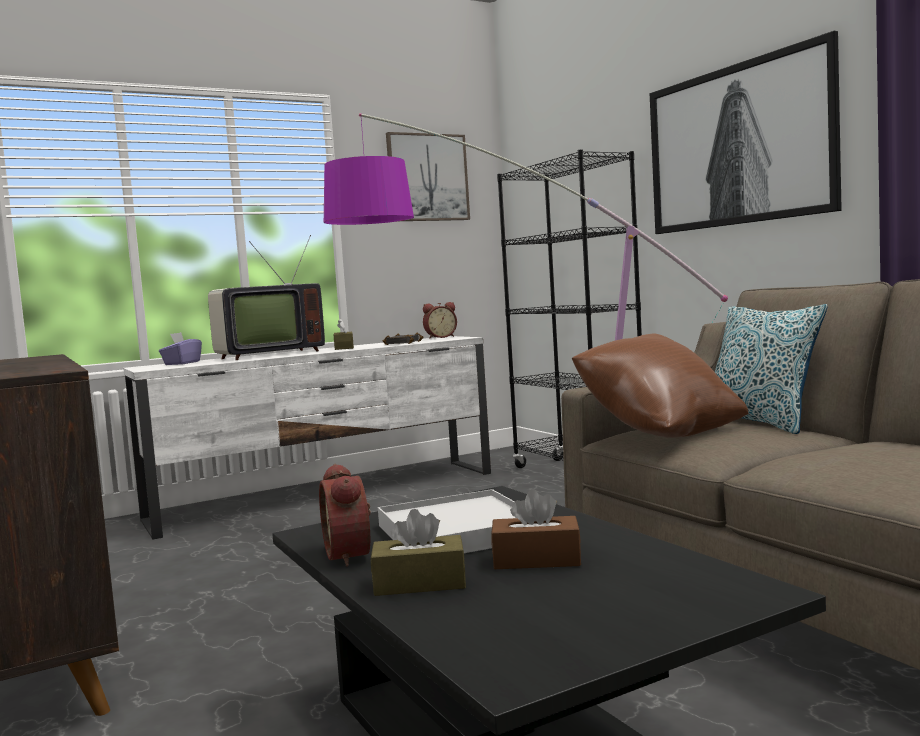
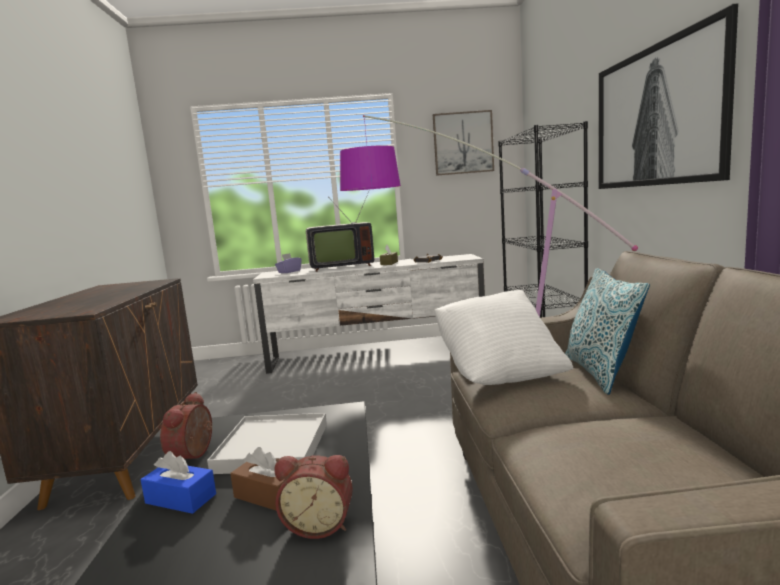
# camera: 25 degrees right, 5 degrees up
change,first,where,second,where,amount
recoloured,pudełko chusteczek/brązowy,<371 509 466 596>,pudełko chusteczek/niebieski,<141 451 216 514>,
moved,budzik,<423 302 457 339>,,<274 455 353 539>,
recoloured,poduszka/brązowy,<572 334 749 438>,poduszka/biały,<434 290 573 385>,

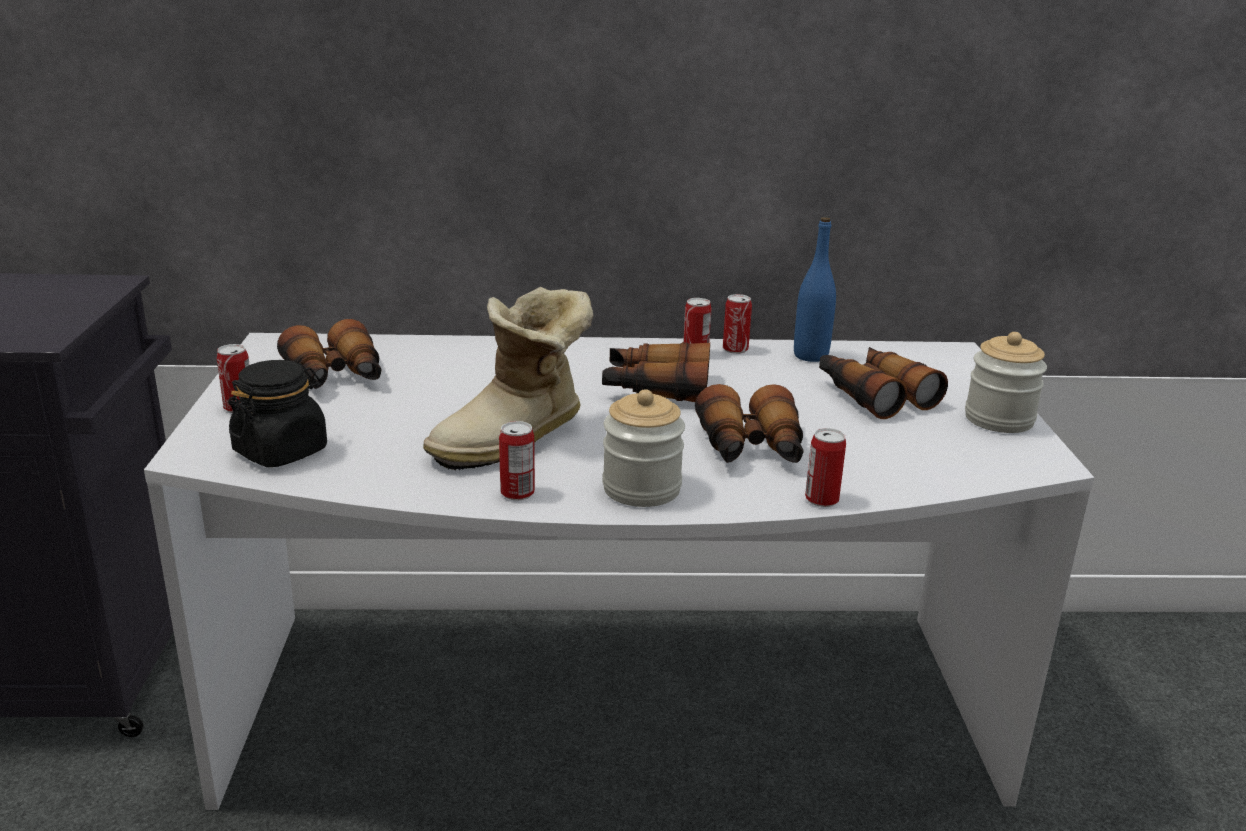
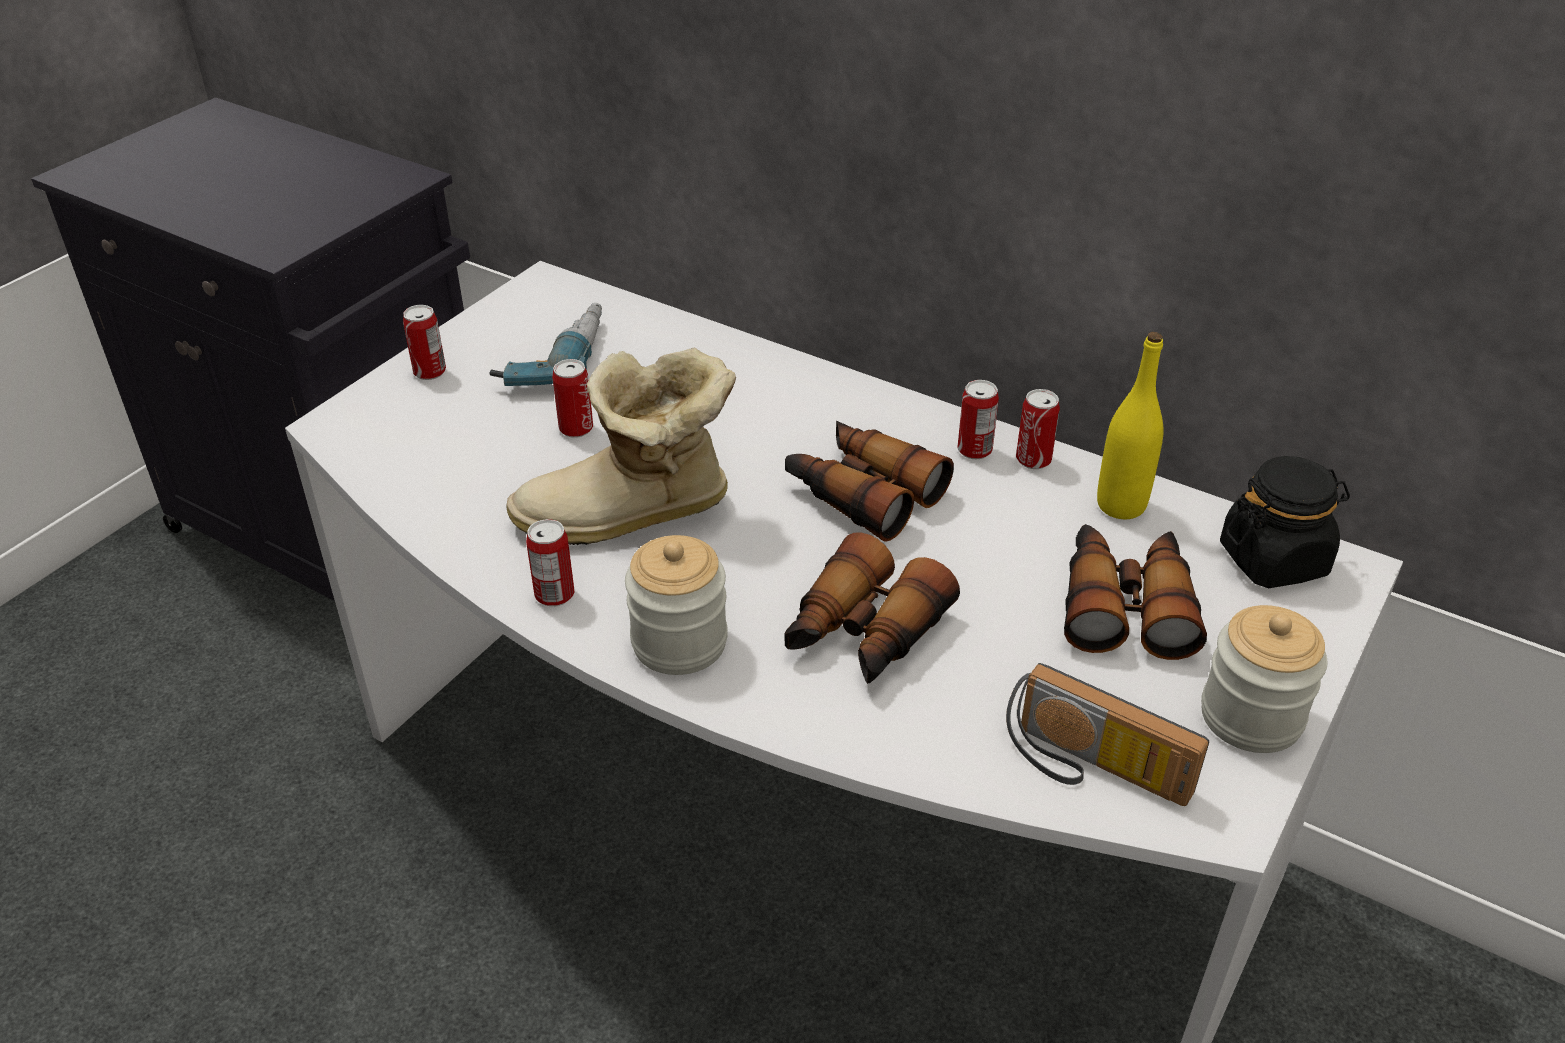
# camera: 35 degrees right, 15 degrees up
change,first,where,second,where,amount
replaced,lornetka,<277 319 382 389>,wiertarka,<490 303 602 386>,
moved,puszka,<805 428 846 507>,,<552 359 593 438>,
added,,,radio,<1006 663 1209 806>,
recoloured,butelka/niebieski,<794 217 836 362>,butelka/żółty,<1097 332 1163 519>,
moved,słoik/czarny,<228 360 327 467>,,<1220 456 1350 588>,

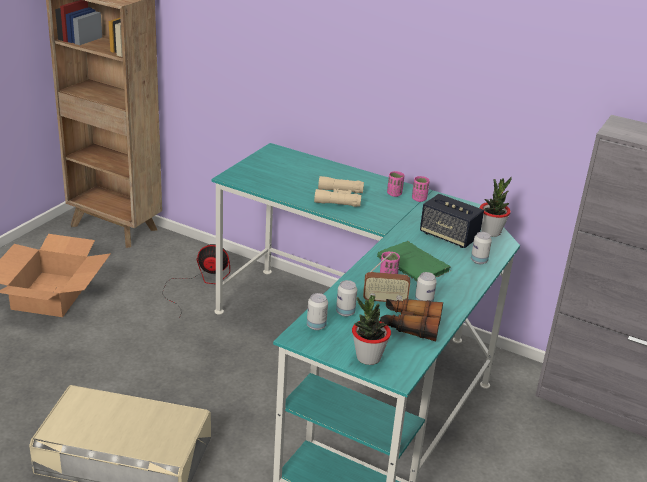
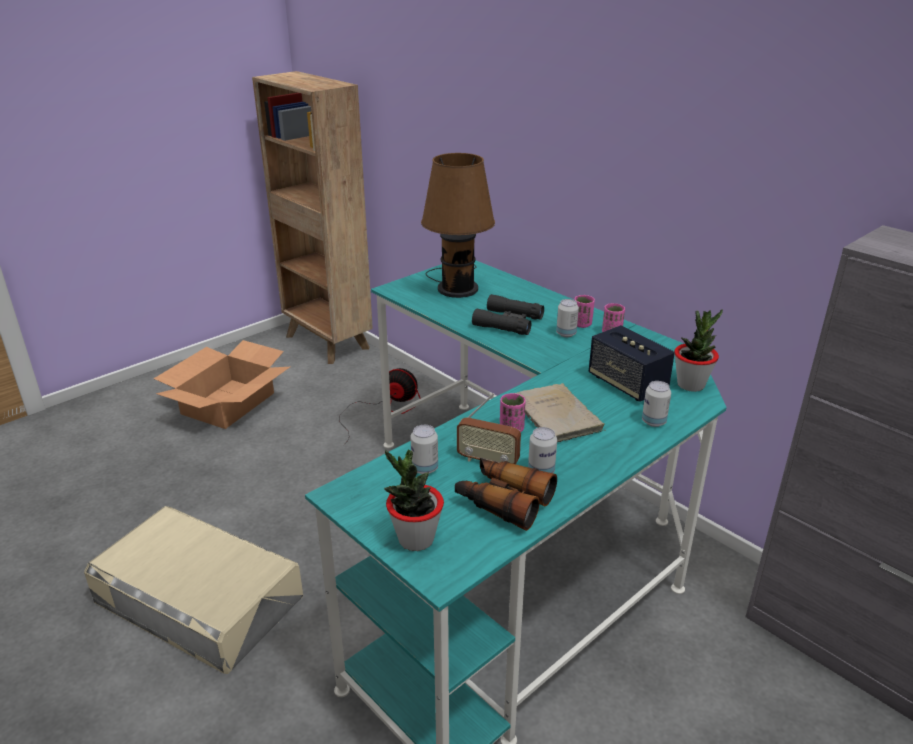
# camera: 20 degrees right, 0 degrees up
change,first,where,second,where,amount
added,,,lampa stołowa/brązowy,<421 153 495 298>,
recoloured,lornetka/beżowy,<314 176 364 207>,lornetka/czarny,<472 294 544 335>,
recoloured,książka/zielony,<377 241 451 281>,książka/beżowy,<516 383 605 442>,
moved,puszka,<307 293 328 330>,,<556 299 579 337>,

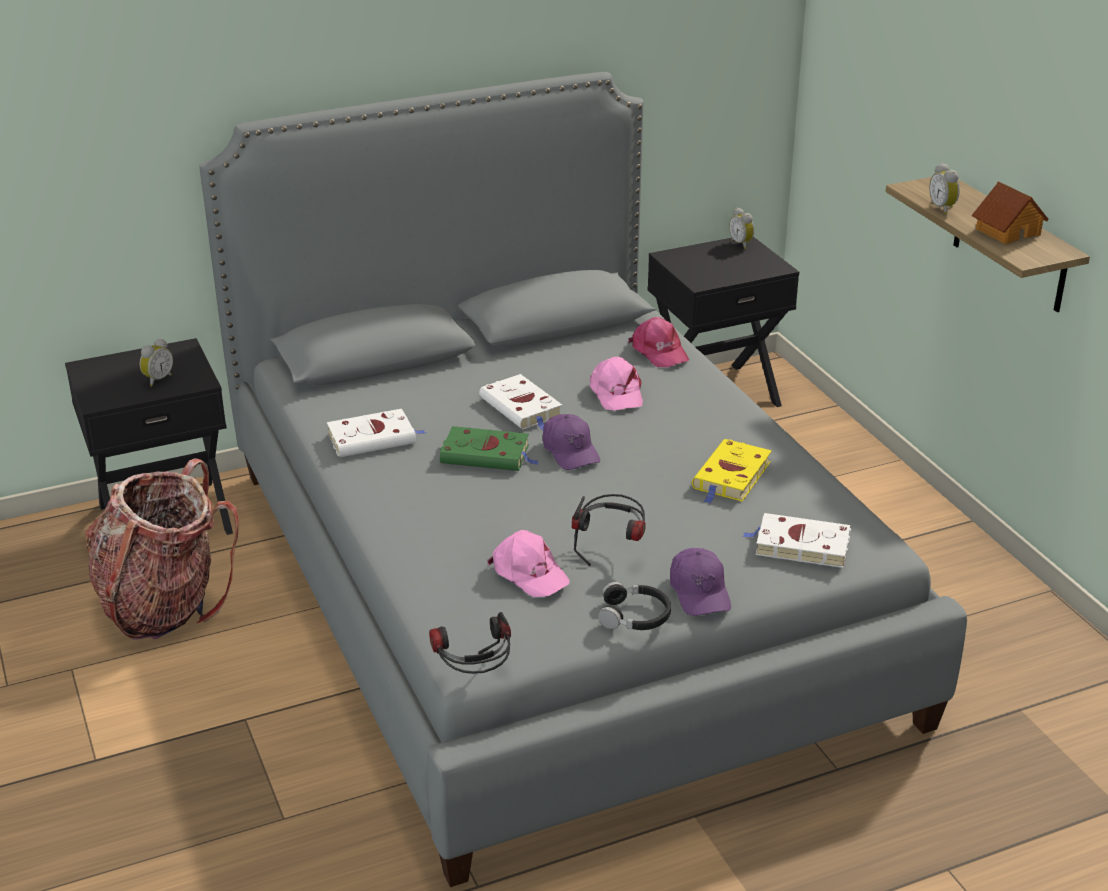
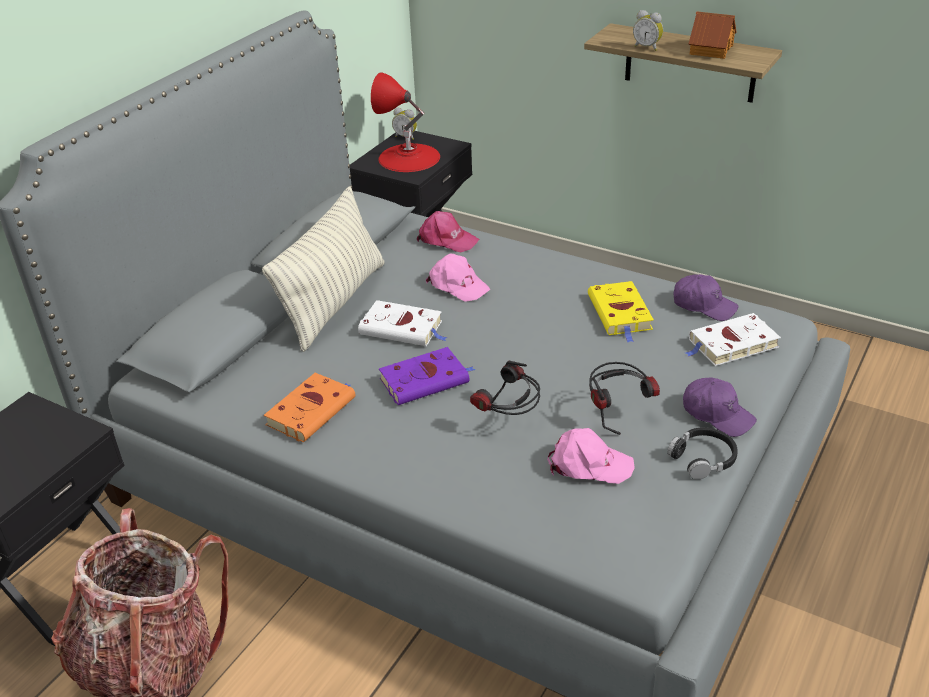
# camera: 35 degrees left, 5 degrees up
change,first,where,second,where,amount
added,,,poduszka,<262 186 385 352>,
recoloured,książka/biały,<327 409 426 458>,książka/pomarańczowy,<264 373 356 442>,
added,,,lampa stołowa/czerwony,<371 72 440 172>,
recoloured,książka/zielony,<440 426 539 471>,książka/fioletowy,<379 347 476 405>,
moved,słuchawki,<429 612 511 674>,,<470 361 540 415>,
moved,czapka z daszkiem/fioletowy,<543 414 600 470>,,<673 274 739 321>,
removed,budzik,<140 338 173 386>,,,

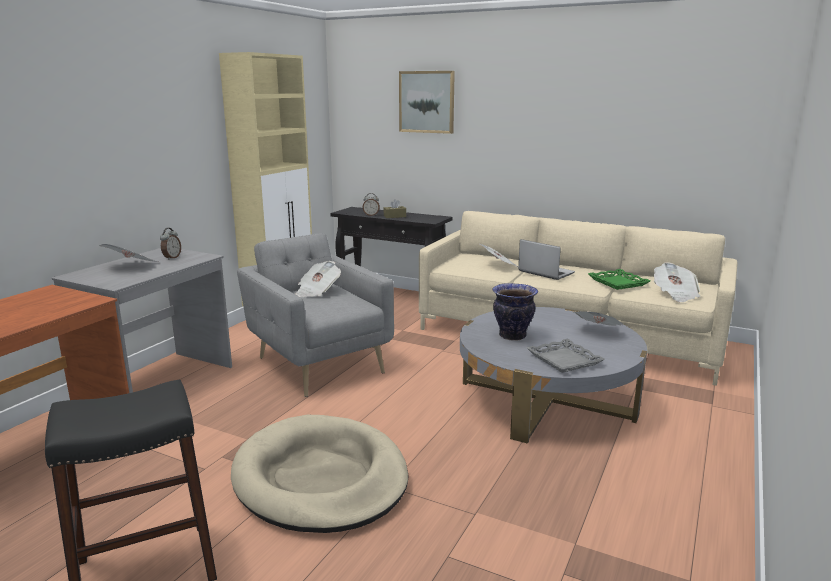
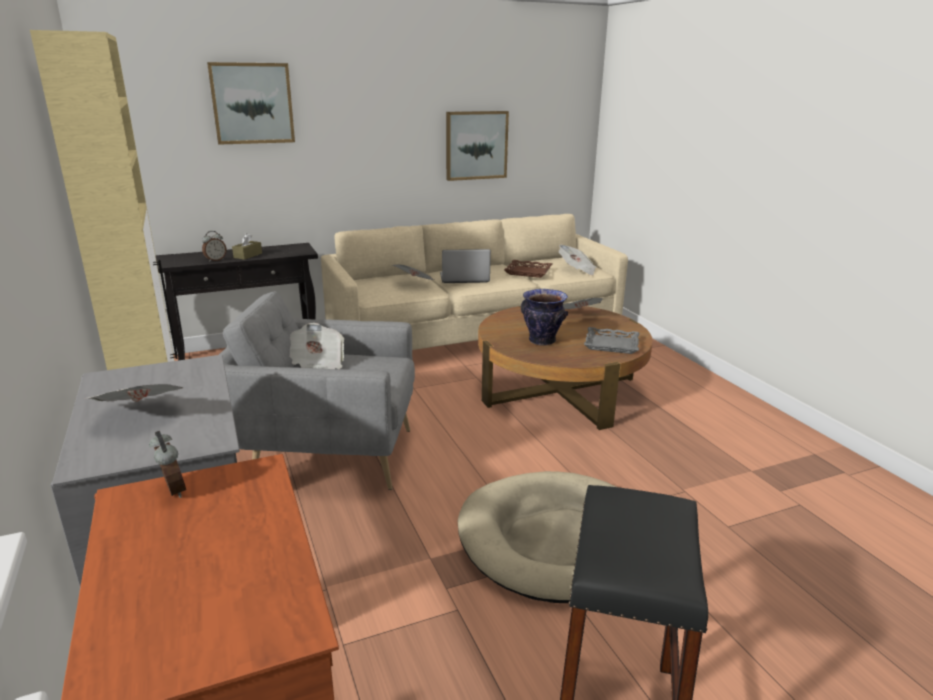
# camera: 50 degrees left, 5 degrees up
change,first,where,second,where,amount
moved,budzik,<160 228 181 260>,,<149 431 186 498>,
added,,,obraz,<446 111 509 181>,
recoloured,ława/szary,<460 307 647 444>,ława/brązowy,<478 306 653 430>,
recoloured,taca/zielony,<588 269 650 290>,taca/brązowy,<504 260 552 278>,

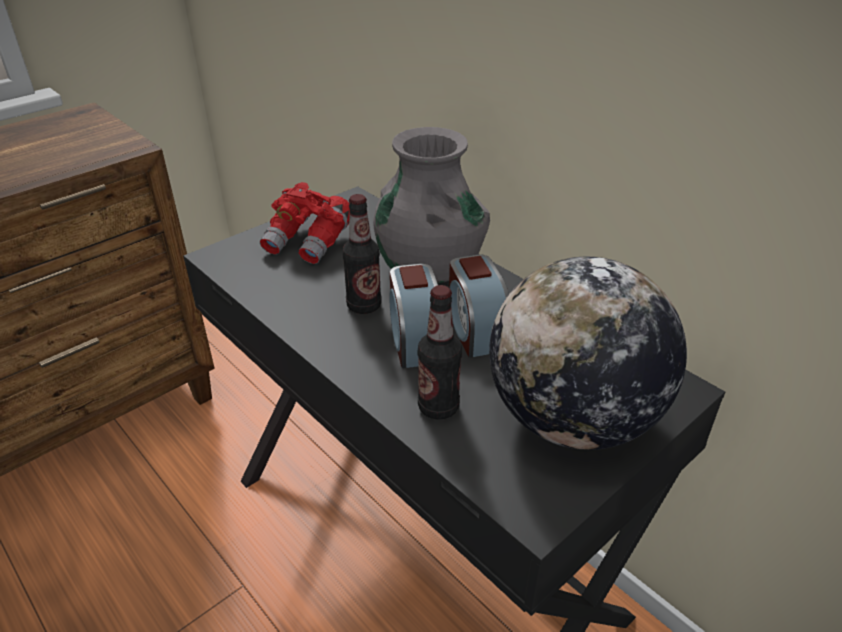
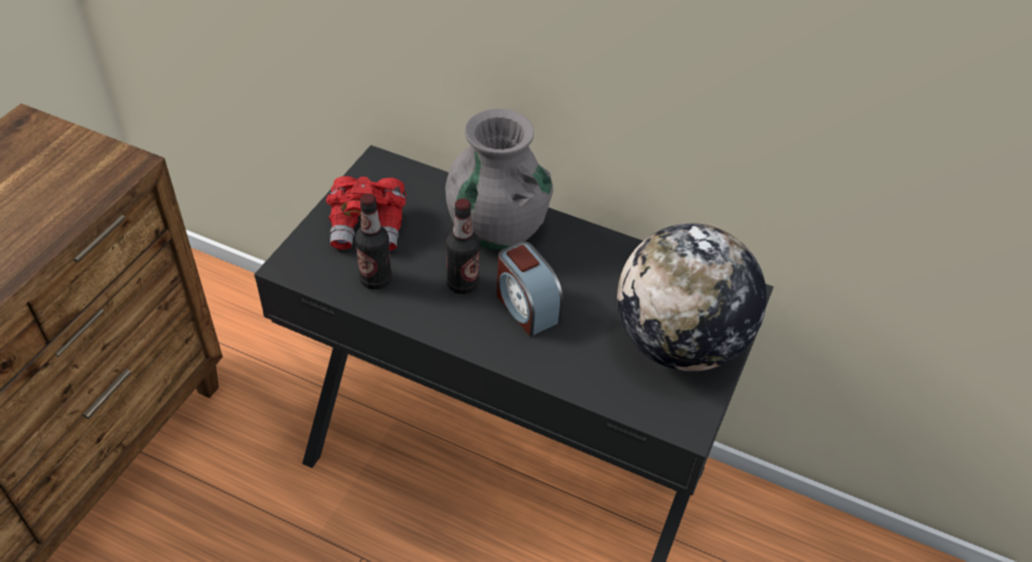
# camera: 25 degrees left, 10 degrees up
change,first,where,second,where,amount
moved,butelka,<418 285 462 420>,,<355 193 392 290>,
removed,budzik,<449 255 509 358>,,,

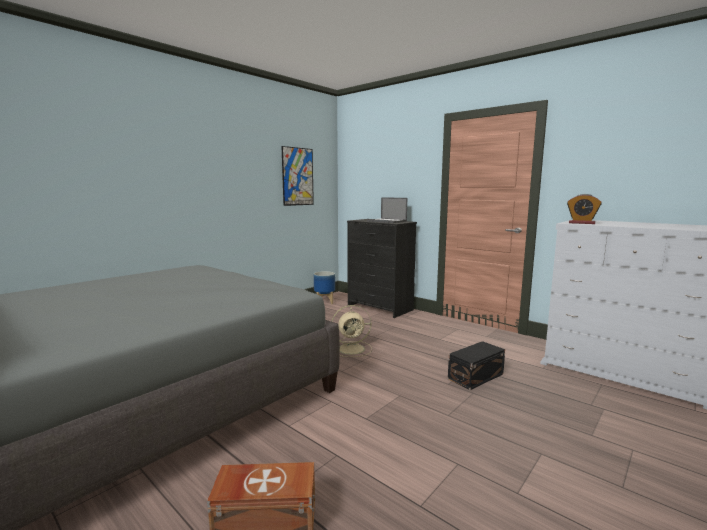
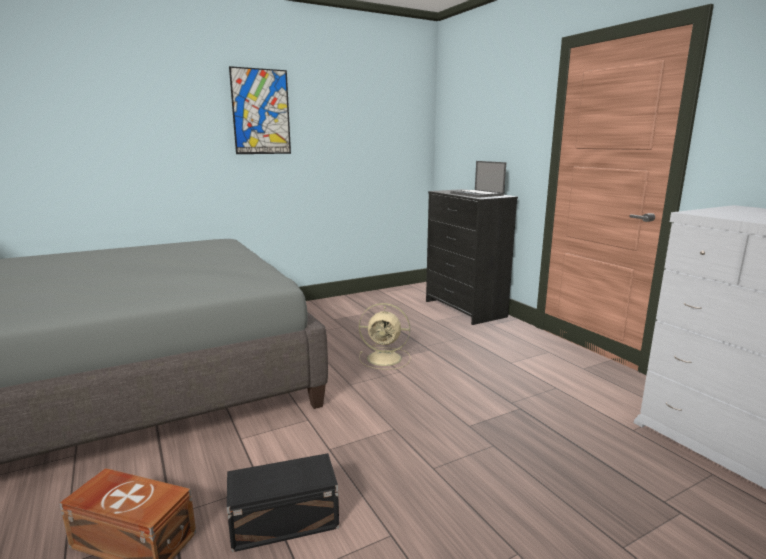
# camera: 20 degrees right, 5 degrees up
change,first,where,second,where,amount
moved,pojemnik do przechowywania/czarny,<448 341 505 390>,,<227 453 339 552>,
moved,obraz,<281 146 314 206>,,<229 66 291 154>,
removed,donica,<314 271 335 304>,,,
removed,budzik,<567 194 602 224>,,,

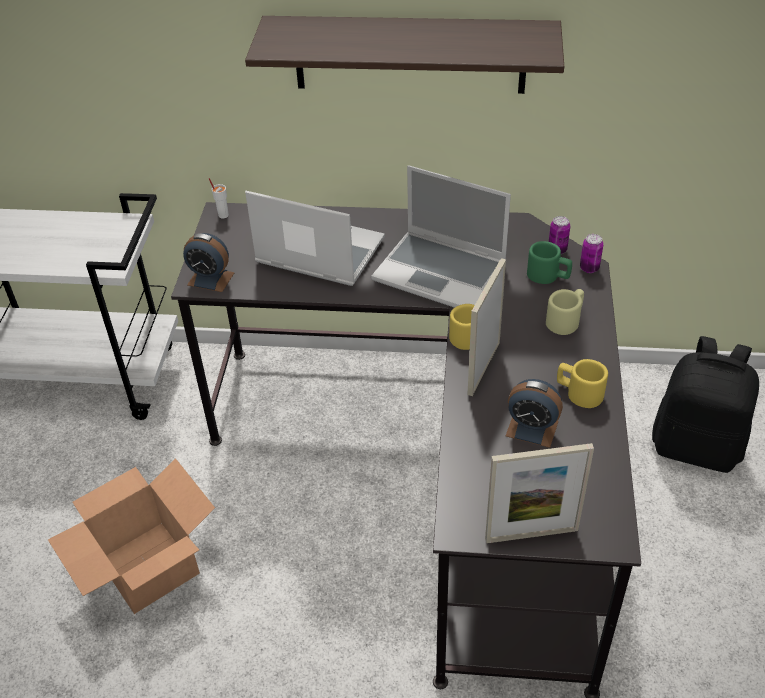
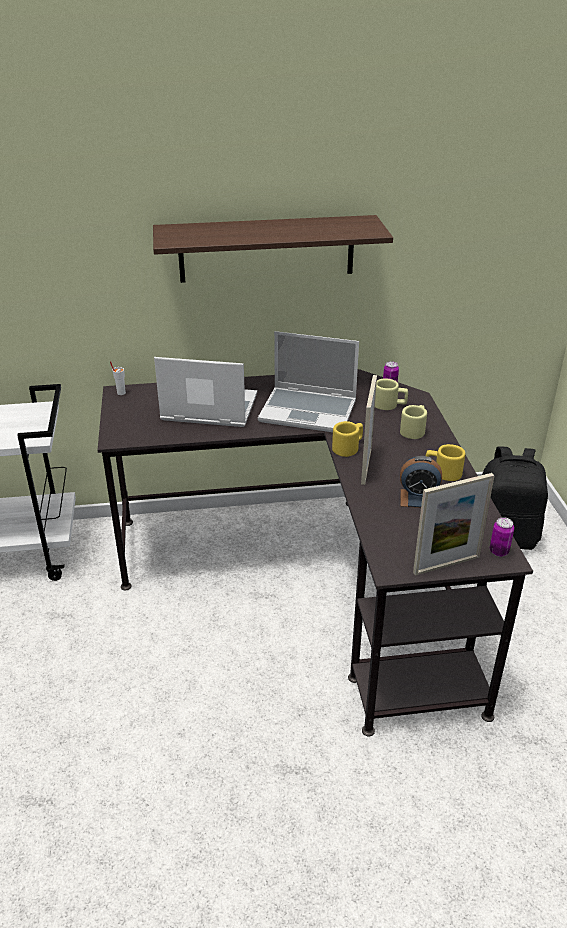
# camera: 15 degrees left, 10 degrees down
change,first,where,second,where,amount
recoloured,kubek/zielony,<527 241 572 284>,kubek/beżowy,<375 378 408 410>,
moved,puszka,<580 234 604 273>,,<490 517 514 556>,
removed,karton,<48 458 215 614>,,,
removed,budzik,<183 233 235 292>,,,

